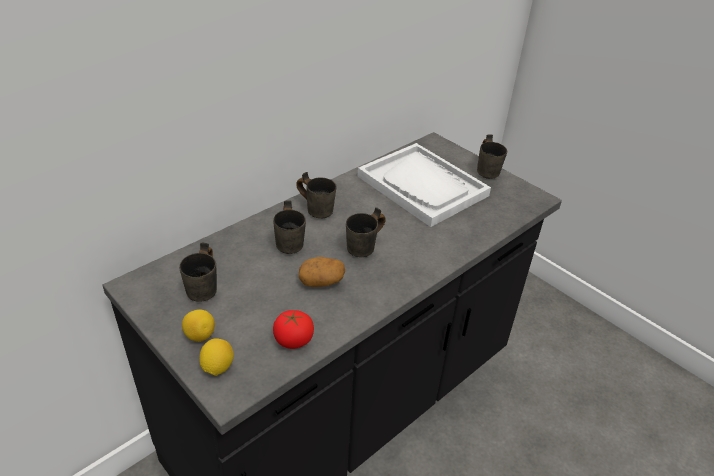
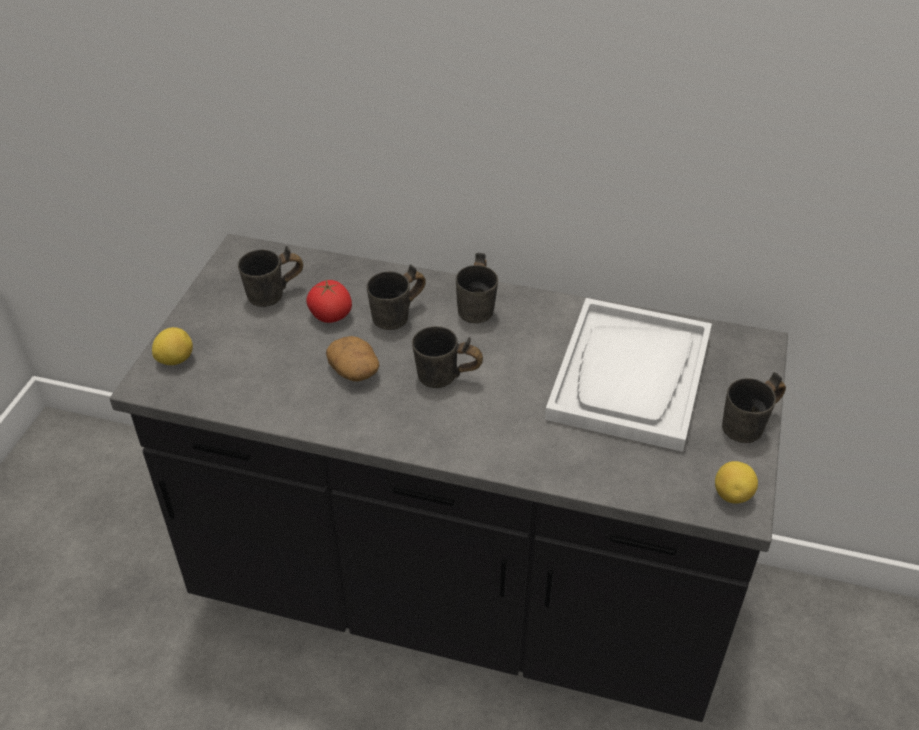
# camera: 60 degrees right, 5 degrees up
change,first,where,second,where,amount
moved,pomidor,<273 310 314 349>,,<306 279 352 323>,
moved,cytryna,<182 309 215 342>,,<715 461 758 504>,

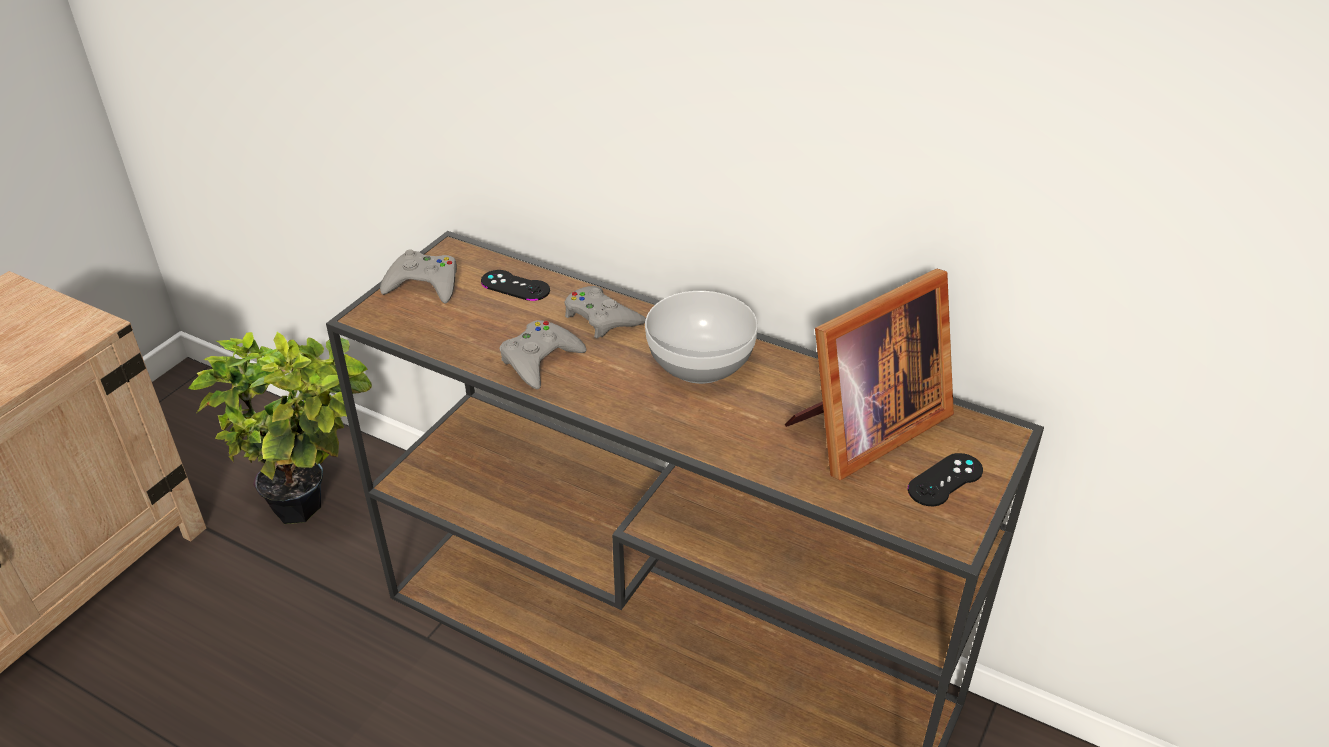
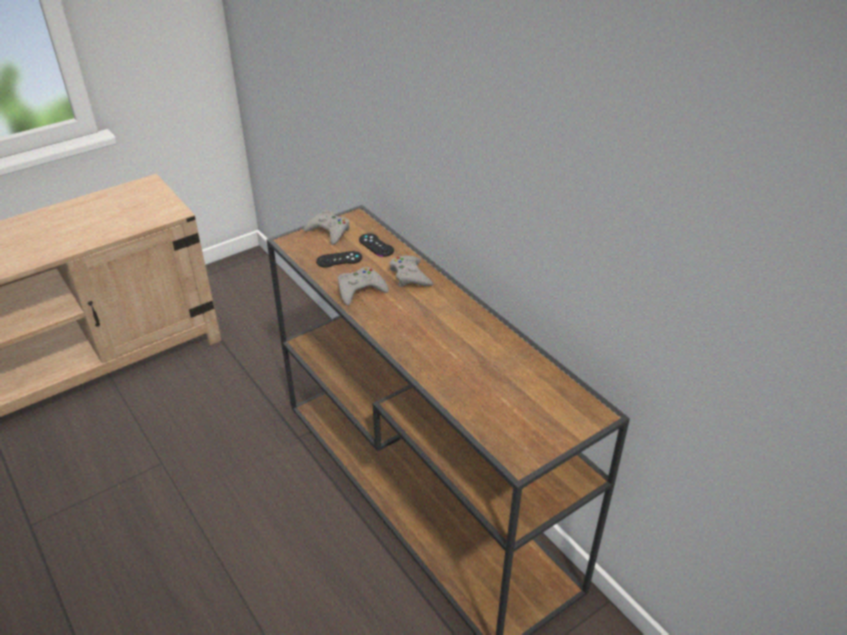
# camera: 25 degrees right, 0 degrees up
change,first,where,second,where,amount
moved,pad do gier/czarny,<908 453 983 506>,,<316 251 362 267>,
removed,roślina doniczkowa,<188 332 372 524>,,,
removed,miska,<645 291 758 384>,,,
removed,ramka na zdjęcie,<785 269 954 480>,,,

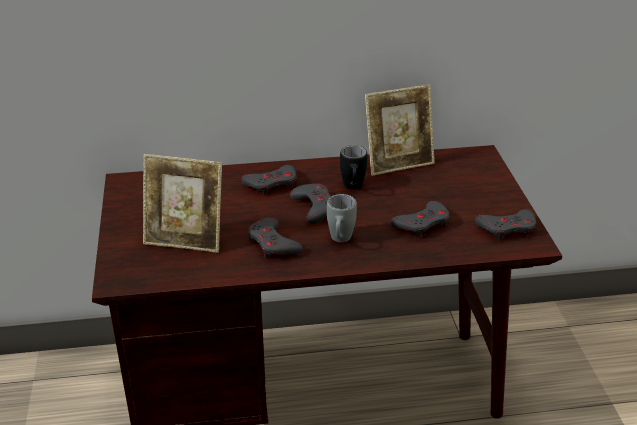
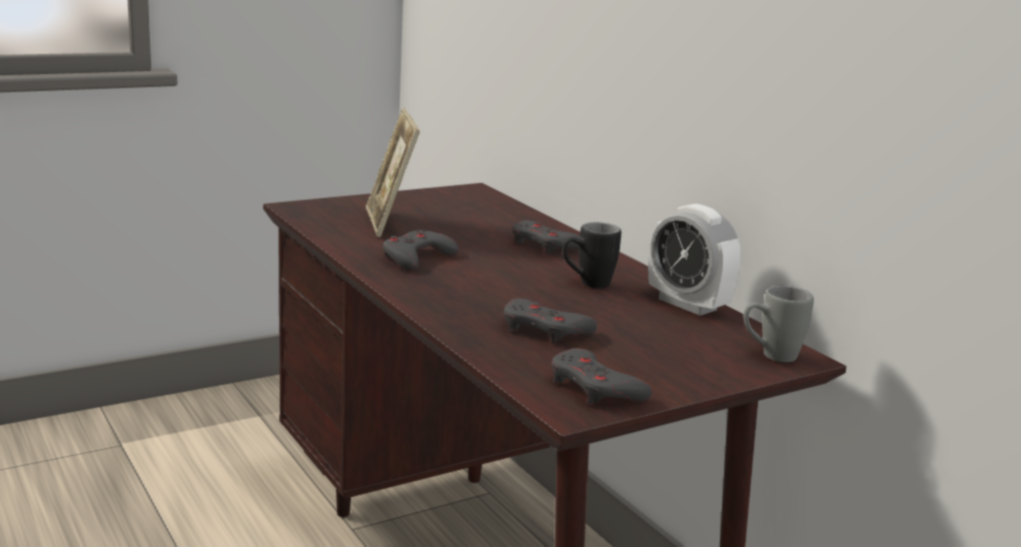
# camera: 65 degrees right, 15 degrees down
change,first,where,second,where,amount
replaced,ramka na zdjęcie,<365 85 435 176>,budzik,<648 204 741 316>,
moved,kubek/szary,<327 194 357 242>,,<744 286 814 362>,
removed,pad do gier/szary,<290 184 331 224>,,,

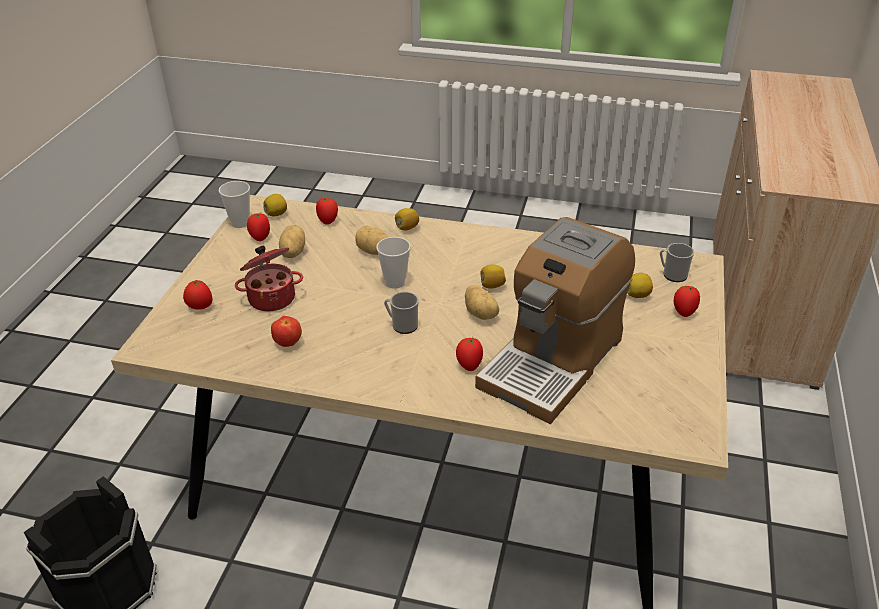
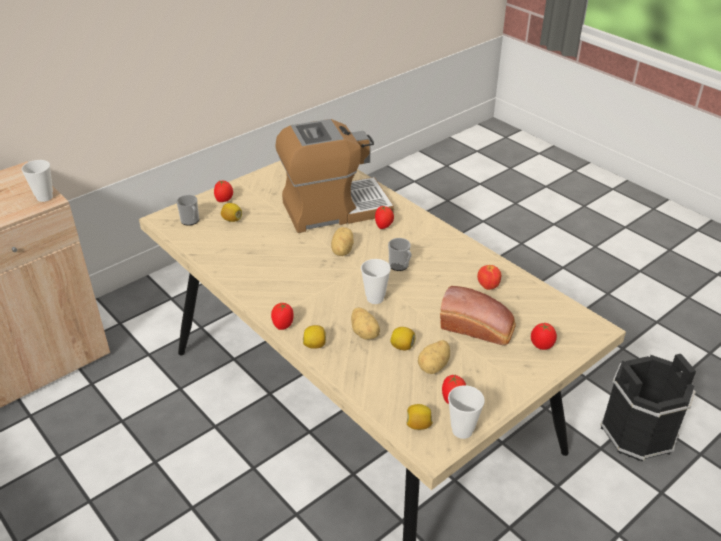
# camera: 145 degrees left, 0 degrees up
change,first,where,second,where,amount
added,,,filiżanka,<22 160 53 202>,
moved,pomidor,<316 197 338 225>,,<271 303 294 330>,
moved,cytryna,<480 264 506 289>,,<390 327 415 350>,
replaced,garnek,<235 246 303 311>,chleb,<440 286 516 345>,

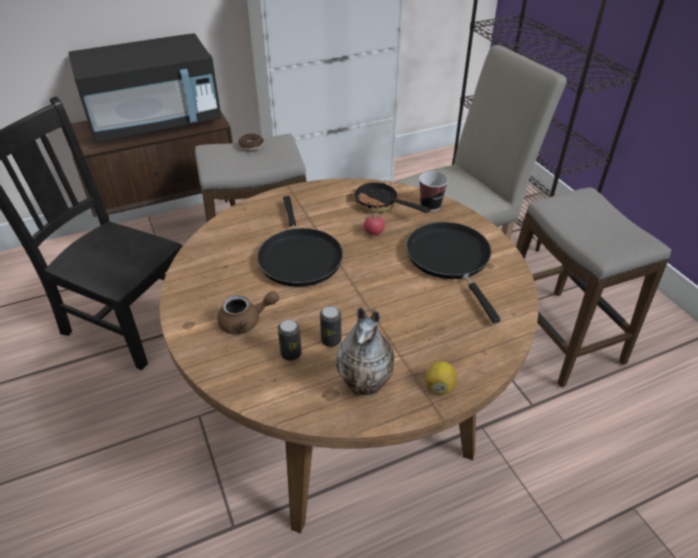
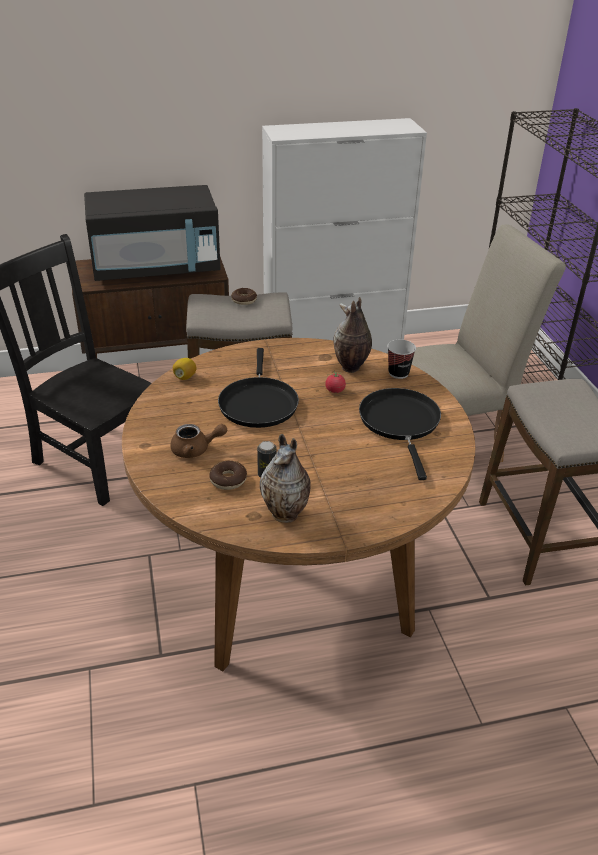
# camera: 10 degrees right, 5 degrees down
change,first,where,second,where,amount
moved,cytryna,<426 362 457 395>,,<173 358 196 380>,
replaced,puszka,<278 319 302 361>,donut,<209 461 247 490>,
replaced,patelnia,<353 179 430 213>,wazon,<333 297 372 373>,

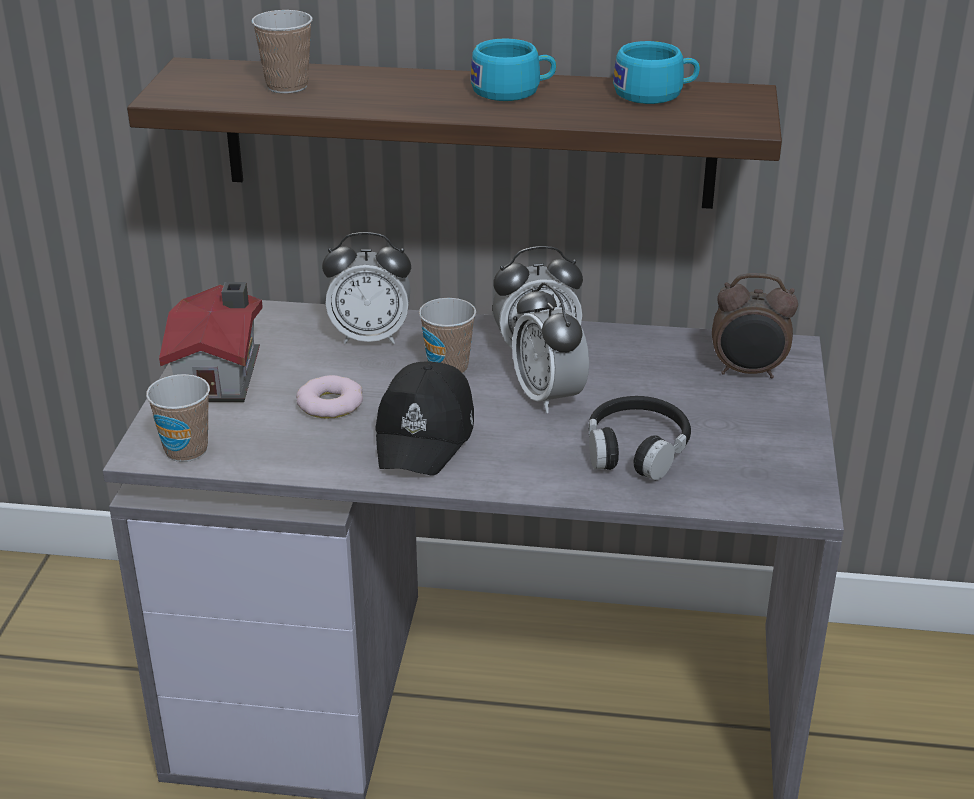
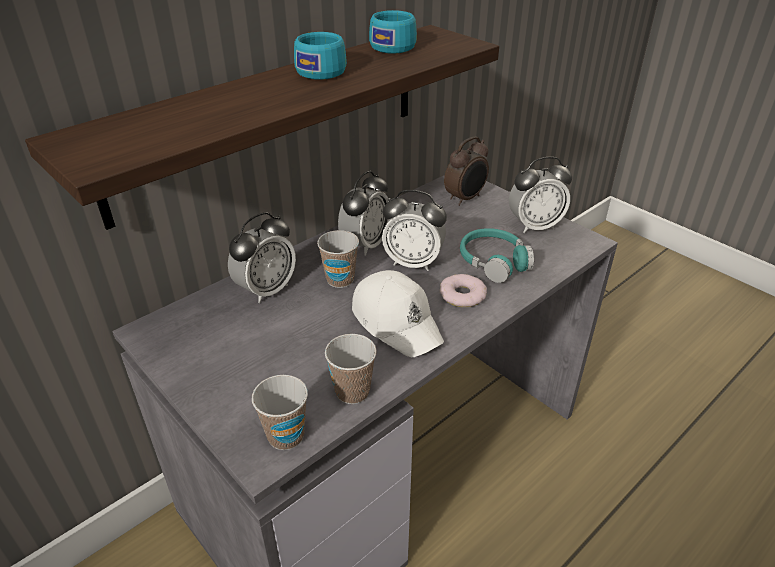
# camera: 50 degrees left, 5 degrees up
change,first,where,second,where,amount
moved,filiżanka,<252 10 313 94>,,<325 334 377 404>,
recoloured,czapka z daszkiem/czarny,<375 362 474 476>,czapka z daszkiem/biały,<352 270 444 358>,
moved,donut,<296 375 363 419>,,<440 274 487 307>,
recoloured,słuchawki/czarny,<589 396 691 480>,słuchawki/turkusowy,<460 228 534 283>,
added,,,budzik,<509 157 572 233>,
removed,domek,<159 282 263 402>,,,

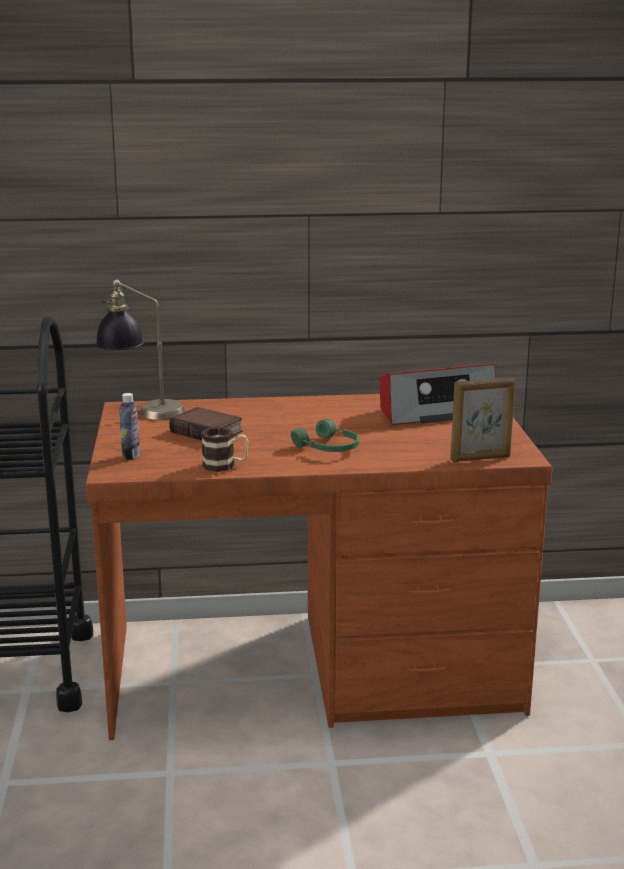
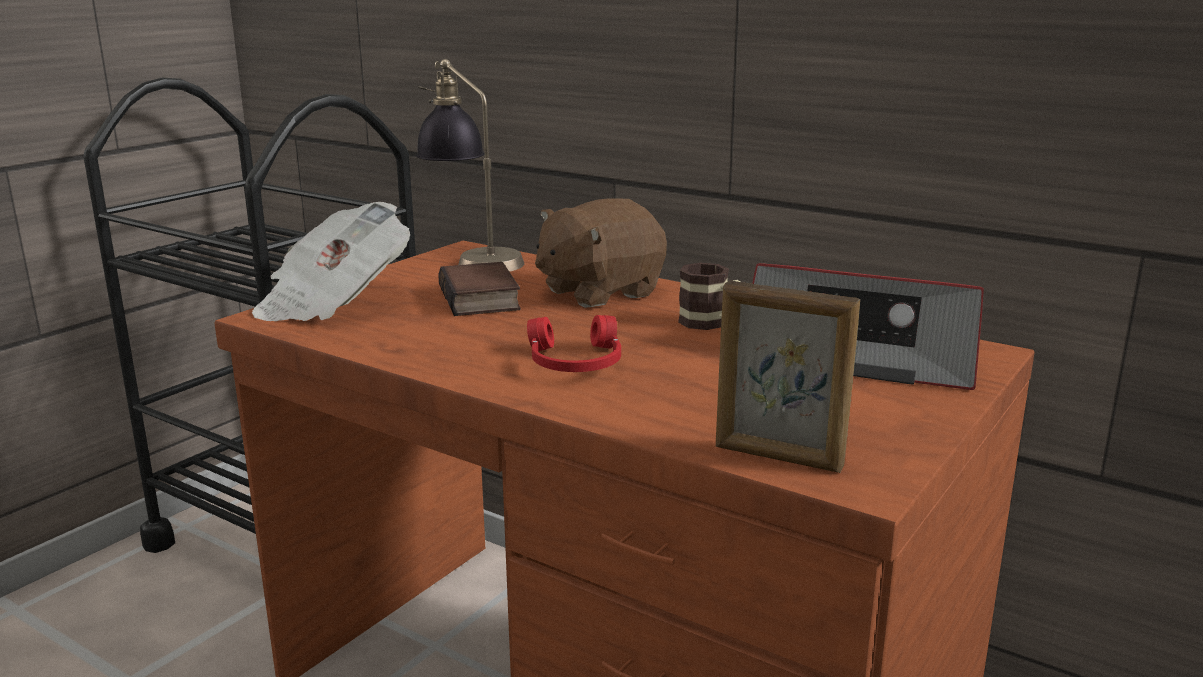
# camera: 40 degrees right, 0 degrees up
change,first,where,second,where,amount
replaced,butelka,<119 393 140 460>,gazeta,<252 202 410 321>,
recoloured,słuchawki/zielony,<291 419 359 452>,słuchawki/czerwony,<527 315 621 372>,
added,,,pluszak/brązowy,<535 198 667 308>,
moved,kubek,<201 427 248 472>,,<678 263 740 330>,

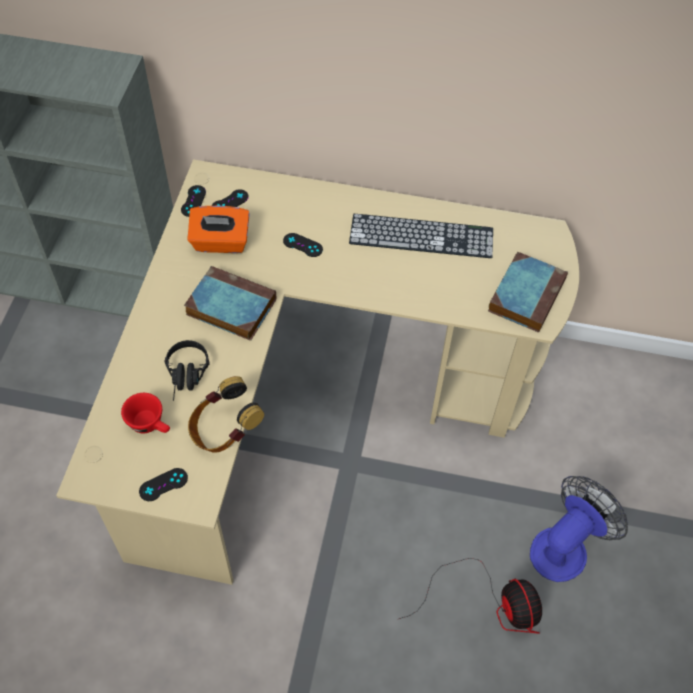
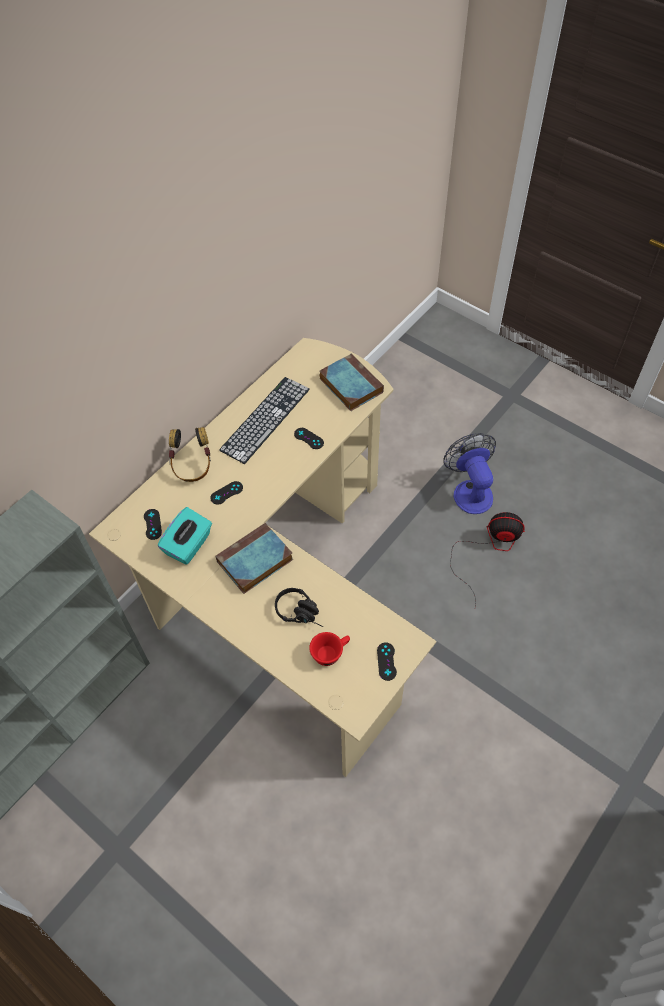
# camera: 60 degrees left, 0 degrees up
change,first,where,second,where,amount
recoloured,pudełko chusteczek/pomarańczowy,<187 206 250 253>,pudełko chusteczek/turkusowy,<158 507 212 564>,
moved,słuchawki,<188 376 264 453>,,<169 427 211 482>,
moved,pad do gier/czarny,<181 185 206 217>,,<294 428 324 449>,

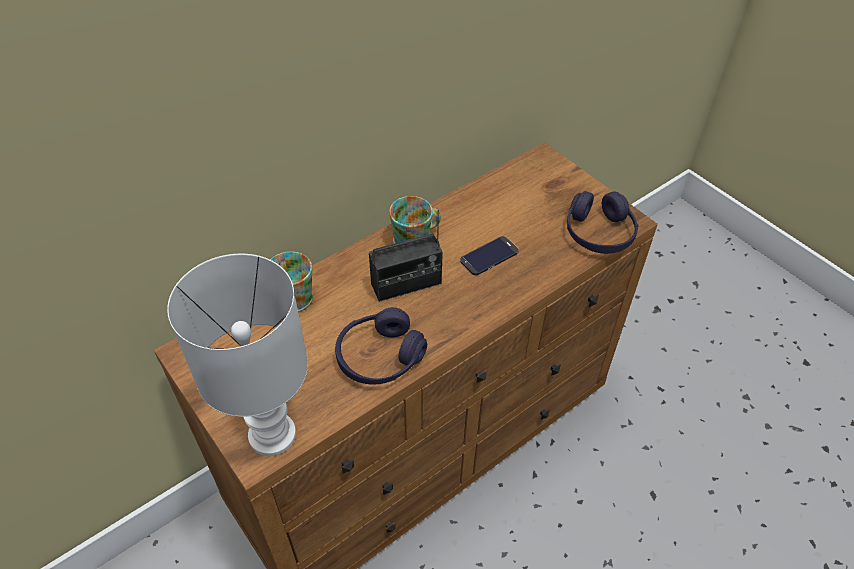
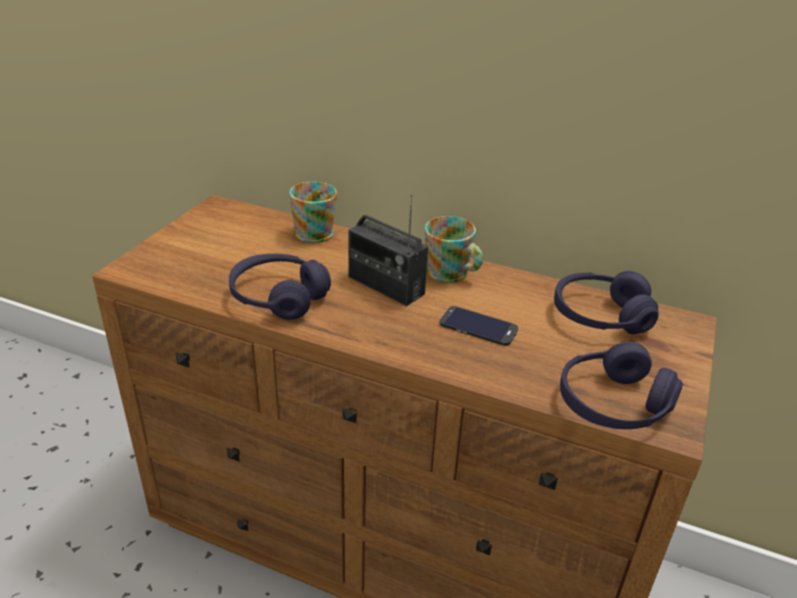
# camera: 60 degrees right, 15 degrees down
change,first,where,second,where,amount
added,,,słuchawki/fioletowy,<554 271 659 334>,
removed,lampa stołowa/biały,<167 254 308 456>,,,

